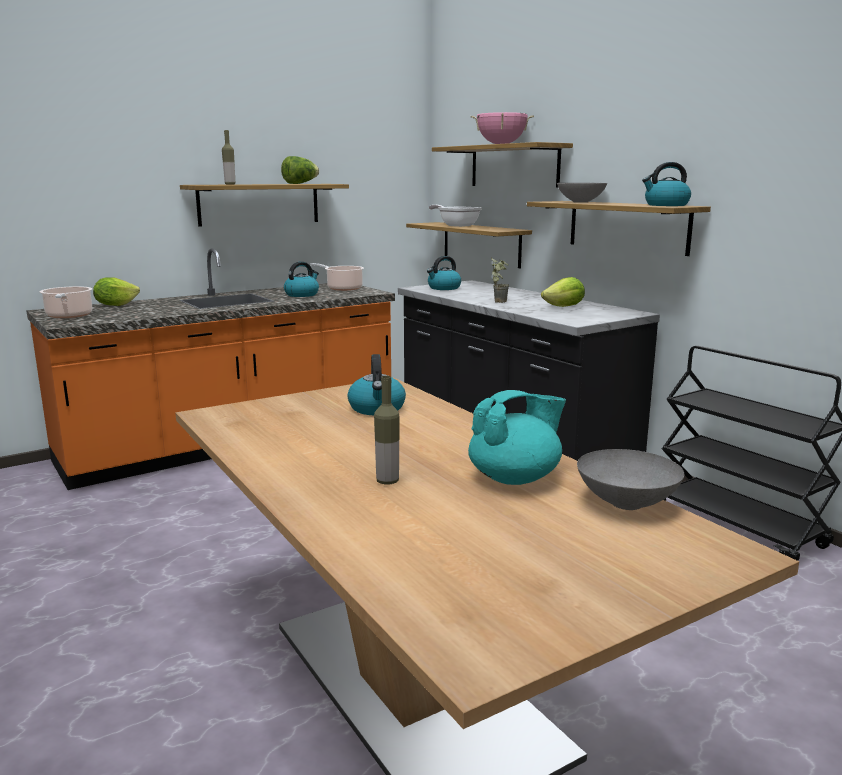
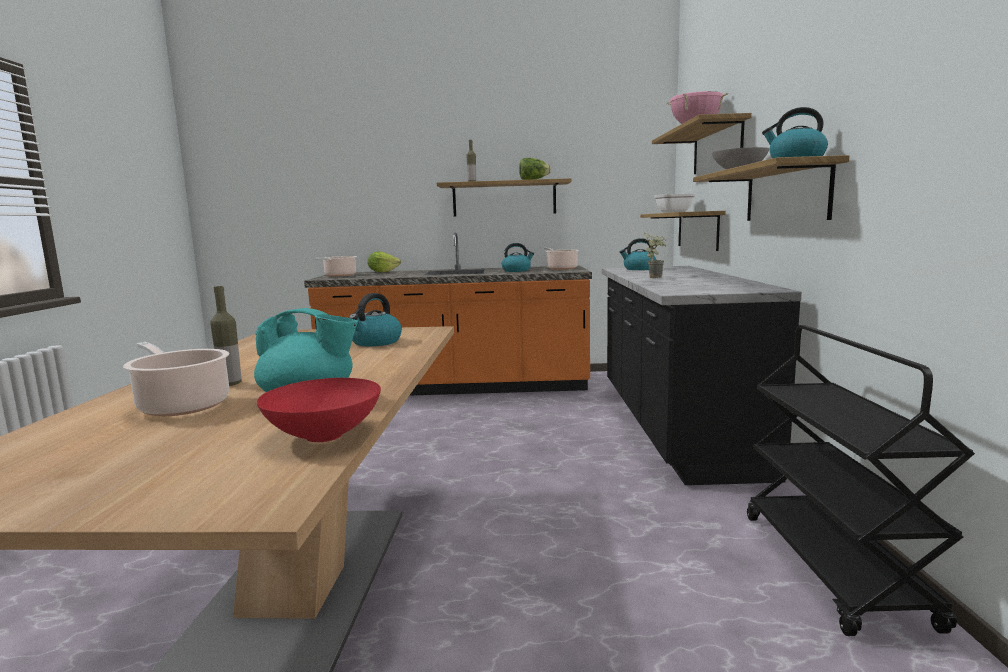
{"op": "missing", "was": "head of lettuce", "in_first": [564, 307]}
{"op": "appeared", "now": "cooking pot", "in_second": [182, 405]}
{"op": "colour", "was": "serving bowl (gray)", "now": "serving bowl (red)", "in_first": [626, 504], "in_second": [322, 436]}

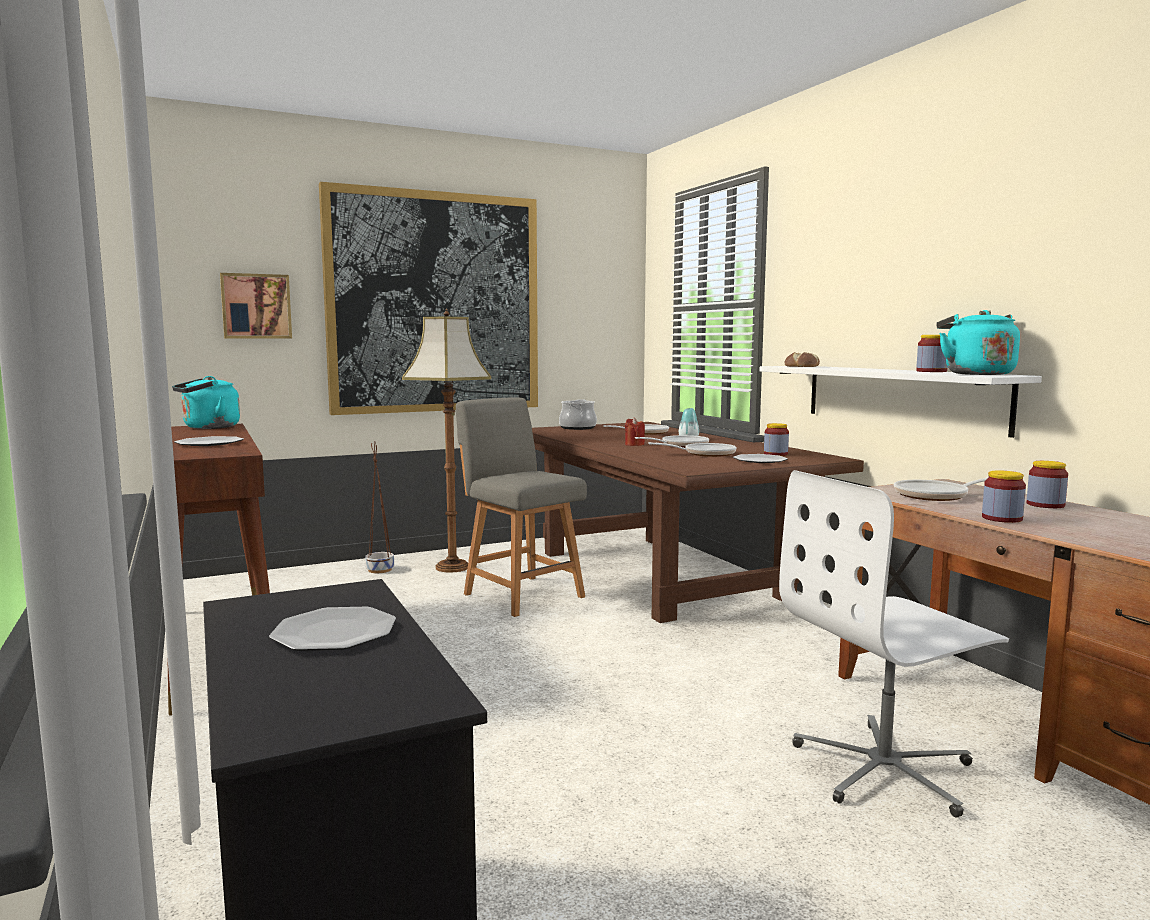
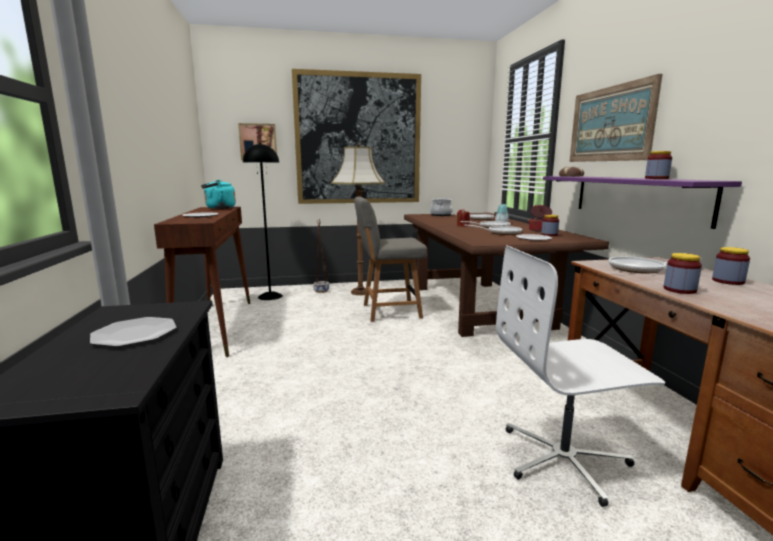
{"op": "missing", "was": "kettle (blue-green)", "in_first": [975, 374]}
{"op": "appeared", "now": "floor lamp (black-coloured)", "in_second": [270, 296]}
{"op": "appeared", "now": "cooking pot", "in_second": [539, 230]}
{"op": "appeared", "now": "wall art", "in_second": [610, 124]}
{"op": "colour", "was": "bracket shelf (whitish)", "now": "bracket shelf (purple)", "in_first": [900, 396], "in_second": [636, 197]}
{"op": "spun", "was": "chair (gray)", "in_first": [521, 594], "in_second": [389, 311], "clockwise": -75}

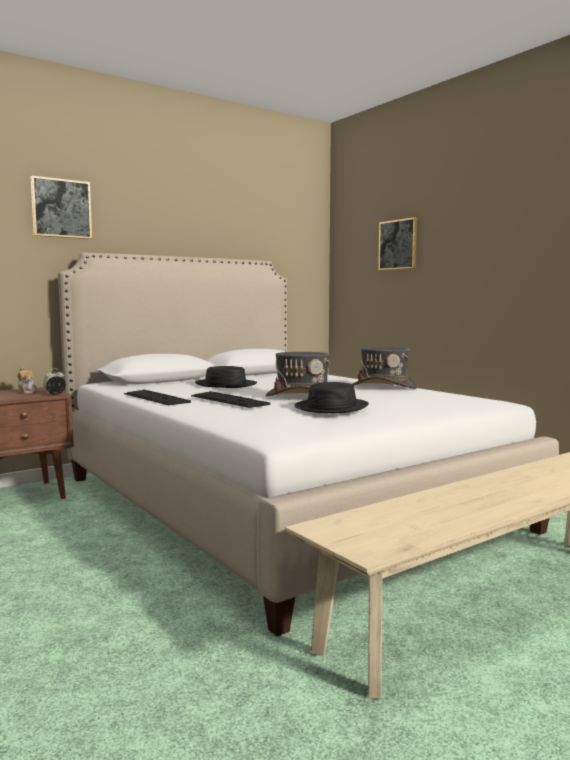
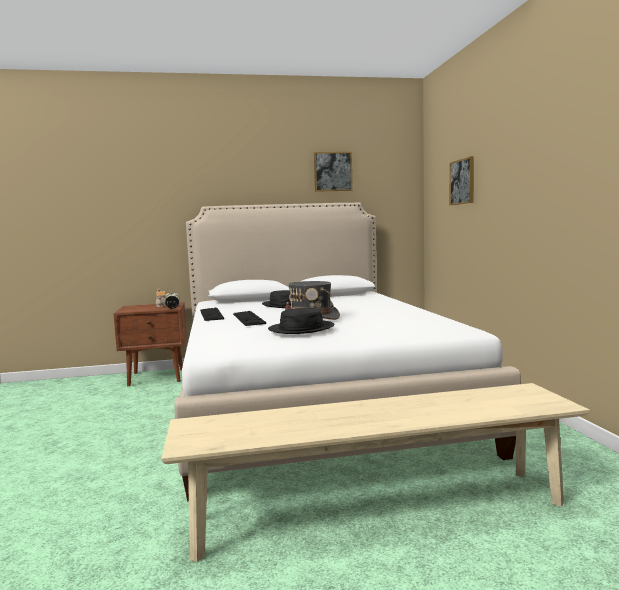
{"op": "missing", "was": "clothing hat (gray)", "in_first": [384, 386]}
{"op": "relocated", "was": "wall art", "in_first": [61, 208], "in_second": [333, 171]}

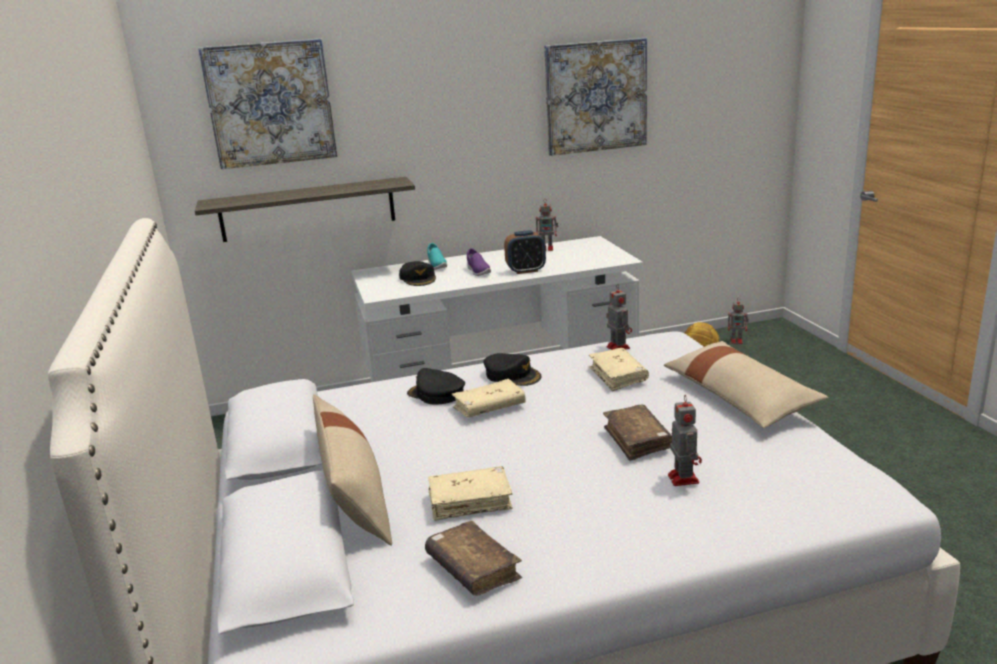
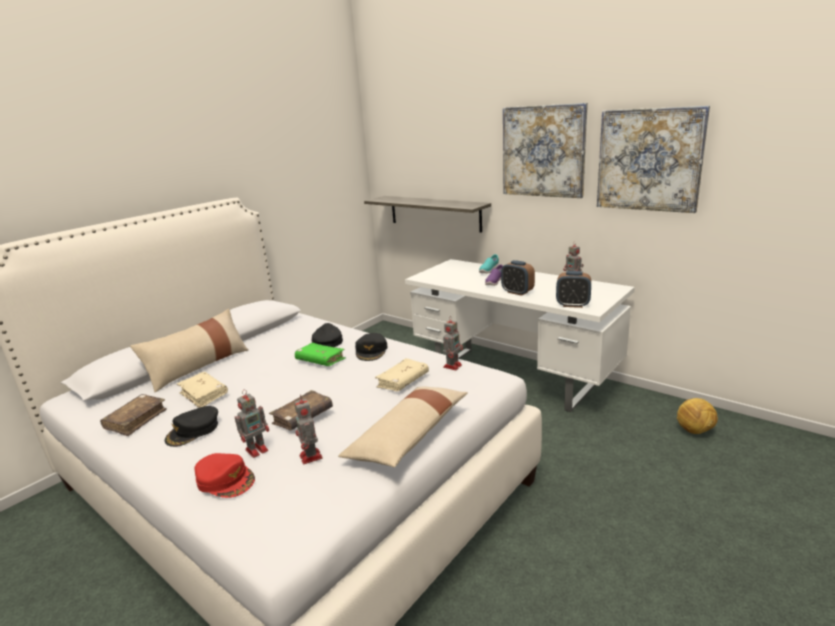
{"op": "appeared", "now": "cap (red)", "in_second": [226, 480]}
{"op": "appeared", "now": "bedside clock", "in_second": [572, 305]}
{"op": "relocated", "was": "wall art", "in_first": [270, 103], "in_second": [543, 151]}
{"op": "relocated", "was": "cap (black-coloured)", "in_first": [418, 278], "in_second": [193, 431]}
{"op": "relocated", "was": "robot figure", "in_first": [737, 341], "in_second": [311, 457]}
{"op": "colour", "was": "volume (sand-coloured)", "now": "volume (green)", "in_first": [489, 408], "in_second": [320, 360]}

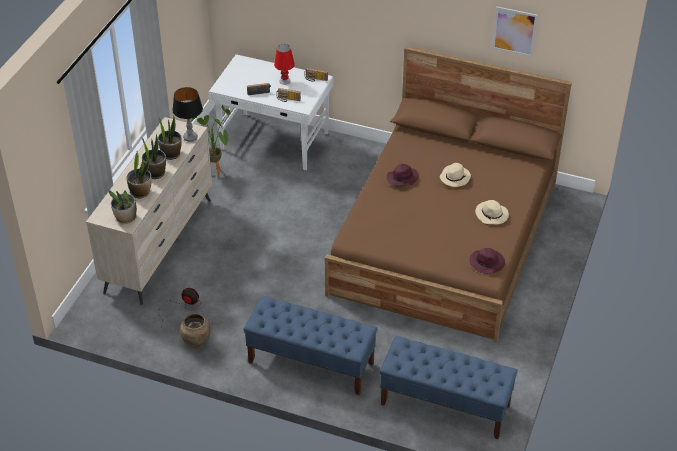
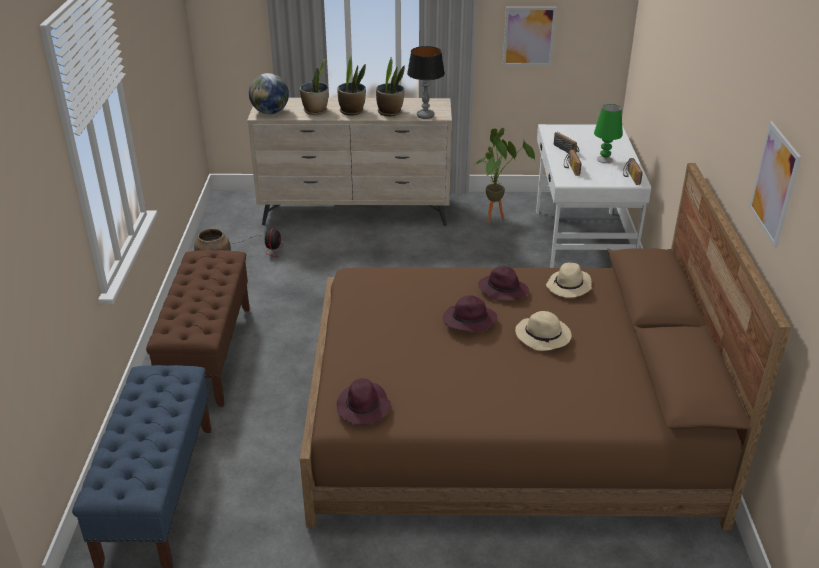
{"op": "appeared", "now": "clothing hat (purple)", "in_second": [468, 321]}
{"op": "appeared", "now": "wall art", "in_second": [529, 36]}
{"op": "relocated", "was": "clothing hat (sand-coloured)", "in_first": [492, 215], "in_second": [569, 287]}
{"op": "exchanged", "was": "potted plant", "now": "world globe", "in_first": [126, 218], "in_second": [270, 112]}
{"op": "colour", "was": "bench (blue)", "now": "bench (brownish)", "in_first": [310, 363], "in_second": [208, 353]}
{"op": "colour", "was": "tabletop lamp (red)", "now": "tabletop lamp (green)", "in_first": [284, 81], "in_second": [604, 159]}

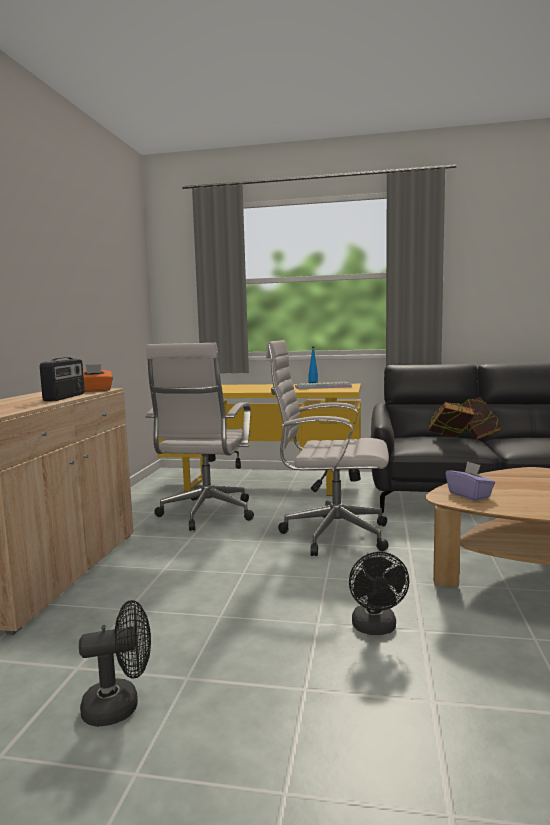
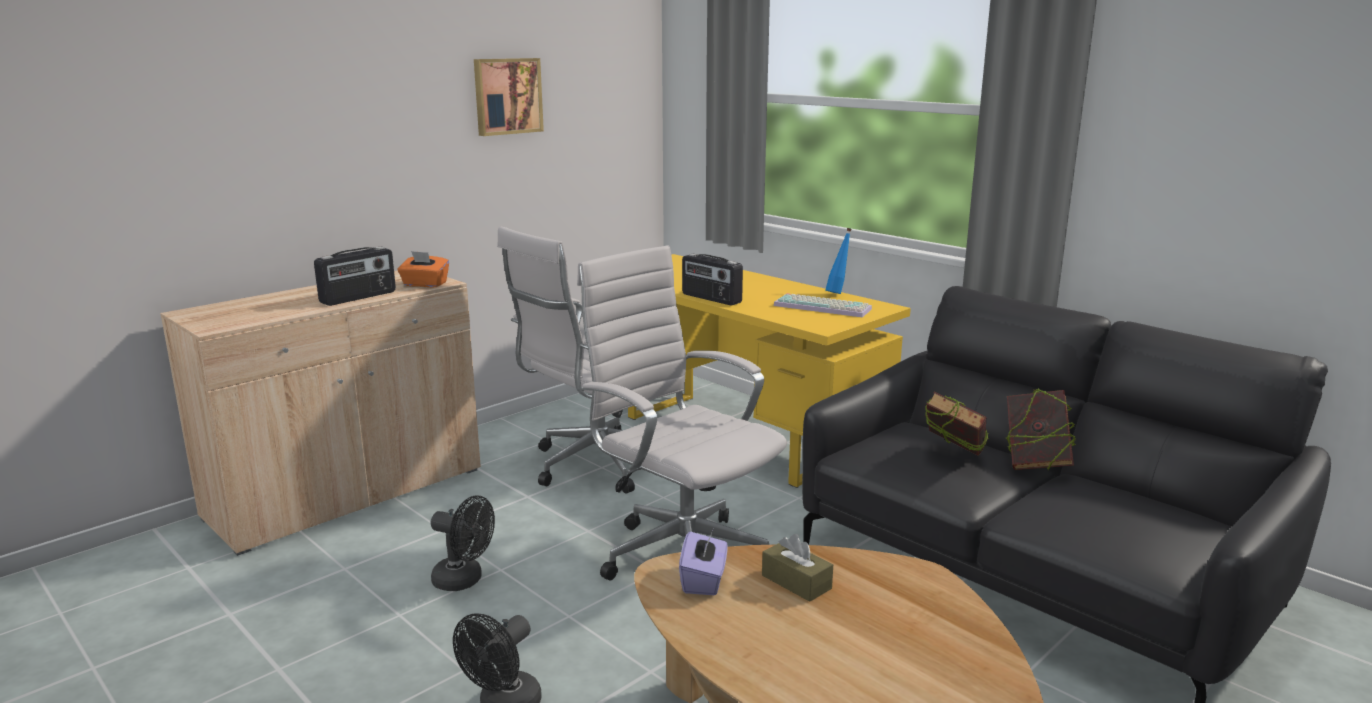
{"op": "appeared", "now": "wall art", "in_second": [507, 96]}
{"op": "appeared", "now": "radio", "in_second": [711, 298]}
{"op": "appeared", "now": "tissue box (brownish)", "in_second": [796, 582]}
{"op": "relocated", "was": "cooling fan (black-coloured)", "in_first": [120, 706], "in_second": [464, 580]}

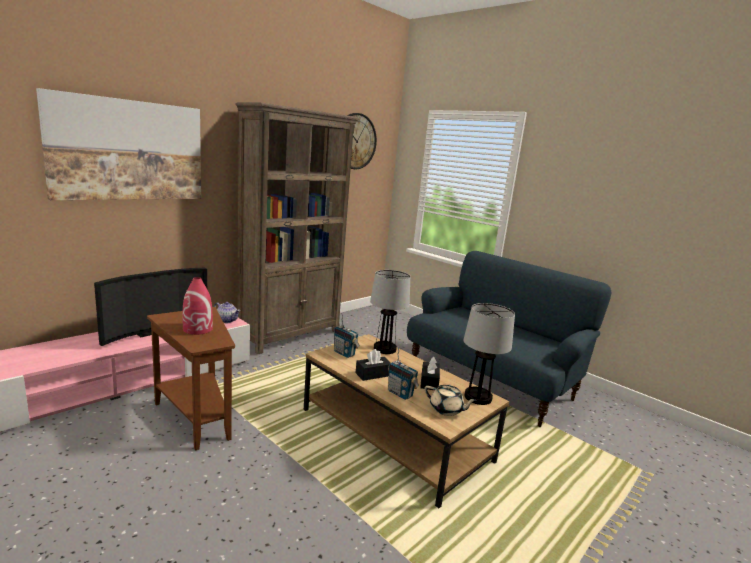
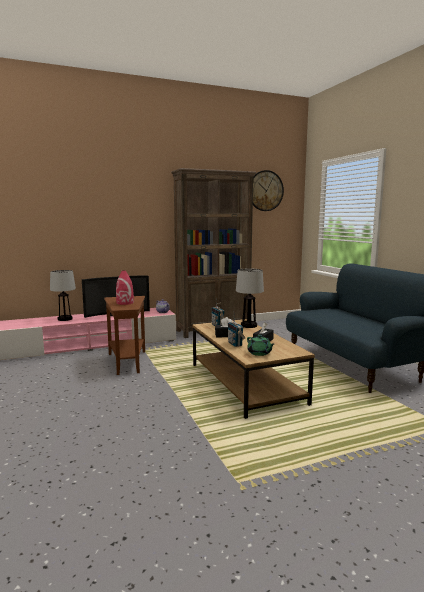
{"op": "missing", "was": "wall art", "in_first": [128, 150]}
{"op": "relocated", "was": "tabletop lamp", "in_first": [477, 397], "in_second": [65, 319]}
{"op": "colour", "was": "pot for tea (sand-coloured)", "now": "pot for tea (green)", "in_first": [446, 410], "in_second": [259, 353]}

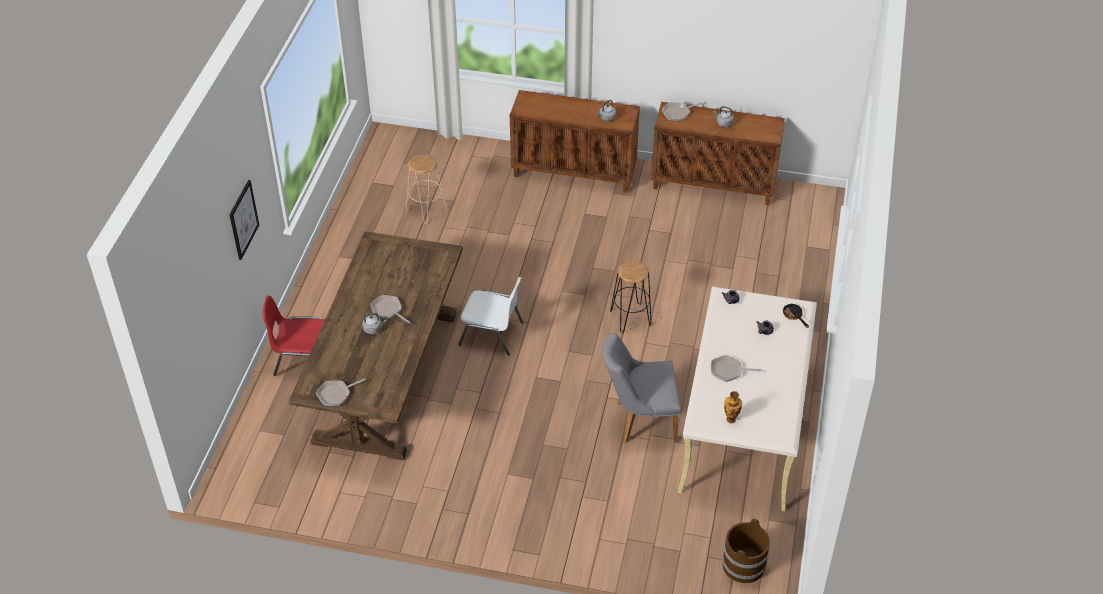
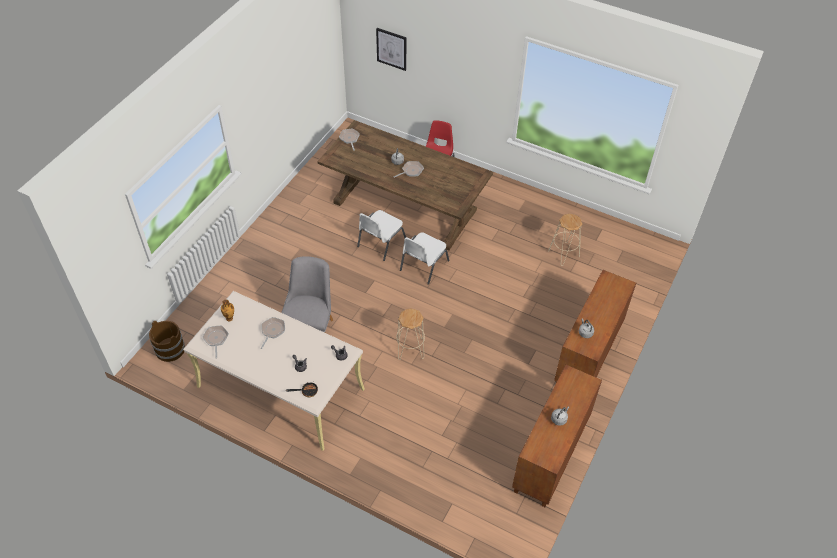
{"op": "appeared", "now": "chair (whitish)", "in_second": [380, 243]}
{"op": "relocated", "was": "wall art", "in_first": [243, 219], "in_second": [391, 49]}
{"op": "relocated", "was": "pan", "in_first": [678, 113], "in_second": [216, 339]}
{"op": "colour", "was": "stool seat (black-coloured)", "now": "stool seat (sand-coloured)", "in_first": [631, 318], "in_second": [410, 349]}

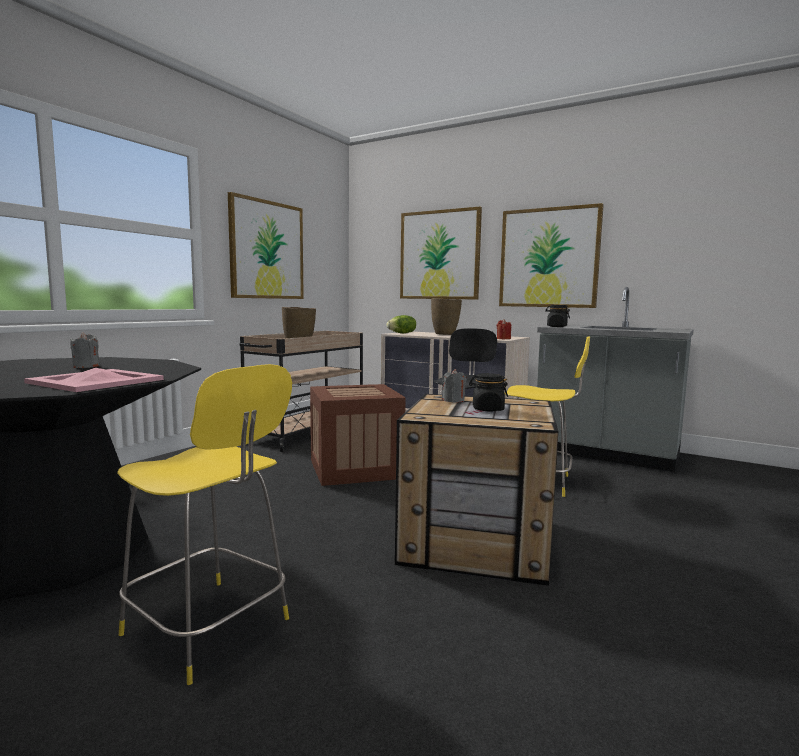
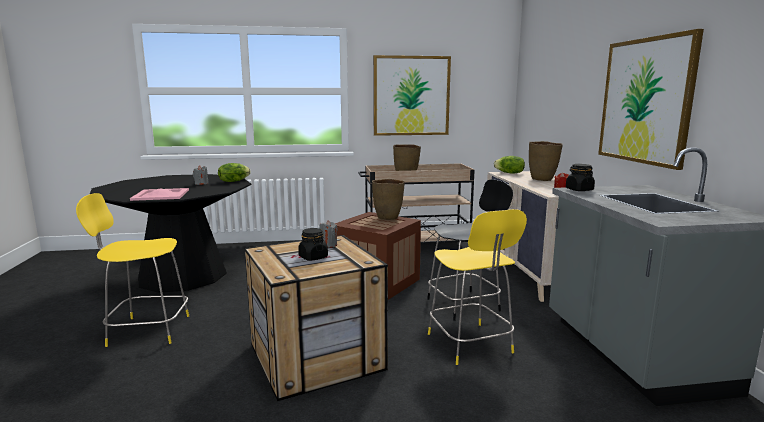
{"op": "missing", "was": "wall art", "in_first": [439, 255]}
{"op": "appeared", "now": "head of lettuce", "in_second": [233, 181]}
{"op": "appeared", "now": "vase (brownish)", "in_second": [387, 218]}
{"op": "spun", "was": "chair (yellow-coloured)", "in_first": [210, 629], "in_second": [146, 330], "clockwise": 90}

